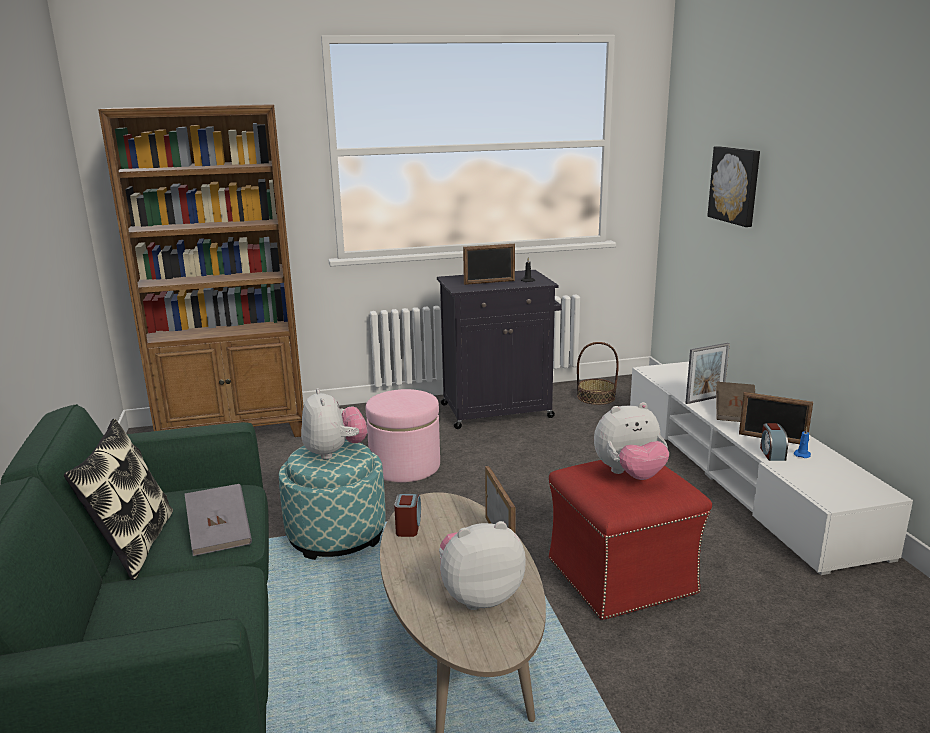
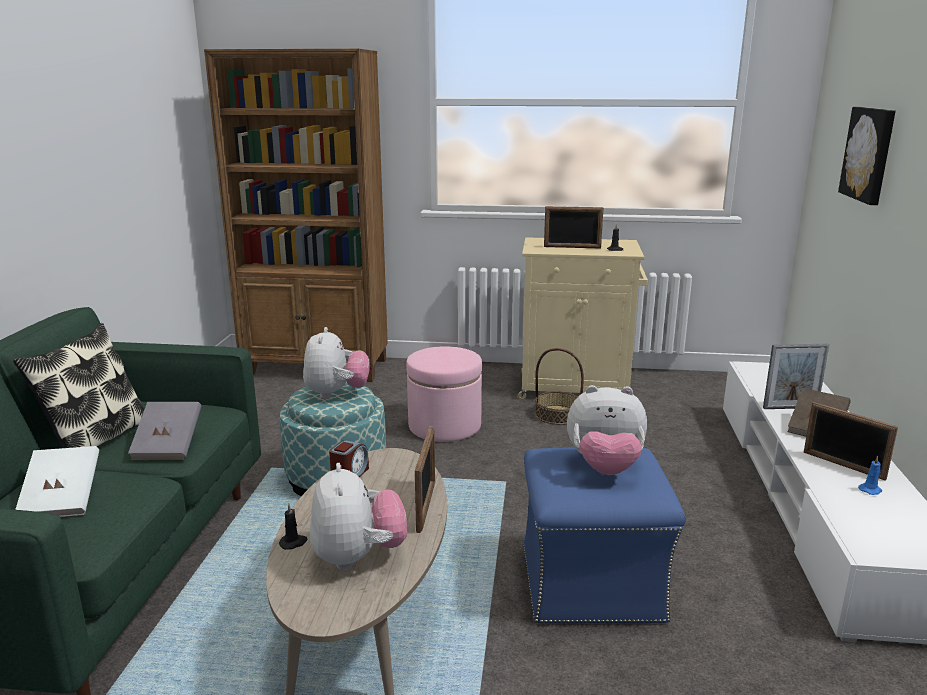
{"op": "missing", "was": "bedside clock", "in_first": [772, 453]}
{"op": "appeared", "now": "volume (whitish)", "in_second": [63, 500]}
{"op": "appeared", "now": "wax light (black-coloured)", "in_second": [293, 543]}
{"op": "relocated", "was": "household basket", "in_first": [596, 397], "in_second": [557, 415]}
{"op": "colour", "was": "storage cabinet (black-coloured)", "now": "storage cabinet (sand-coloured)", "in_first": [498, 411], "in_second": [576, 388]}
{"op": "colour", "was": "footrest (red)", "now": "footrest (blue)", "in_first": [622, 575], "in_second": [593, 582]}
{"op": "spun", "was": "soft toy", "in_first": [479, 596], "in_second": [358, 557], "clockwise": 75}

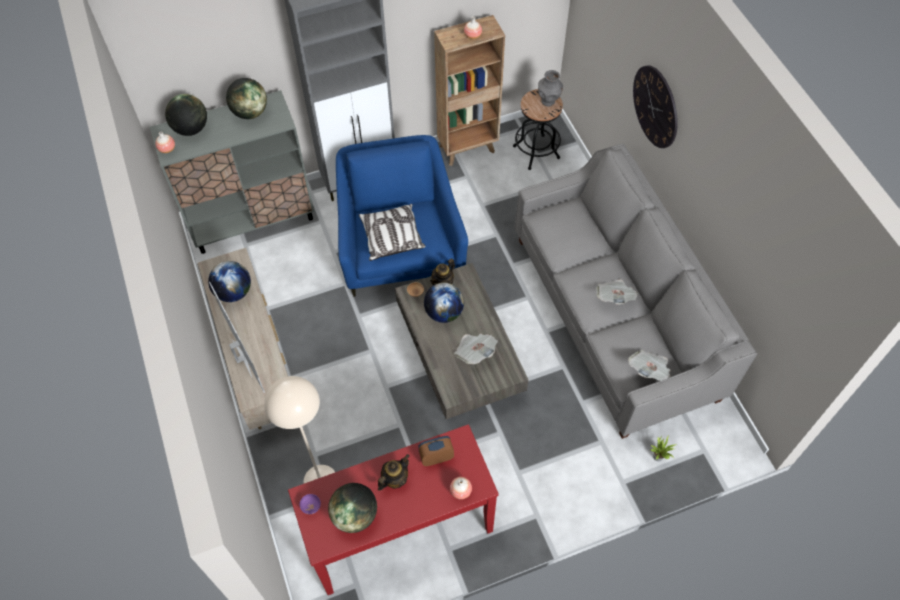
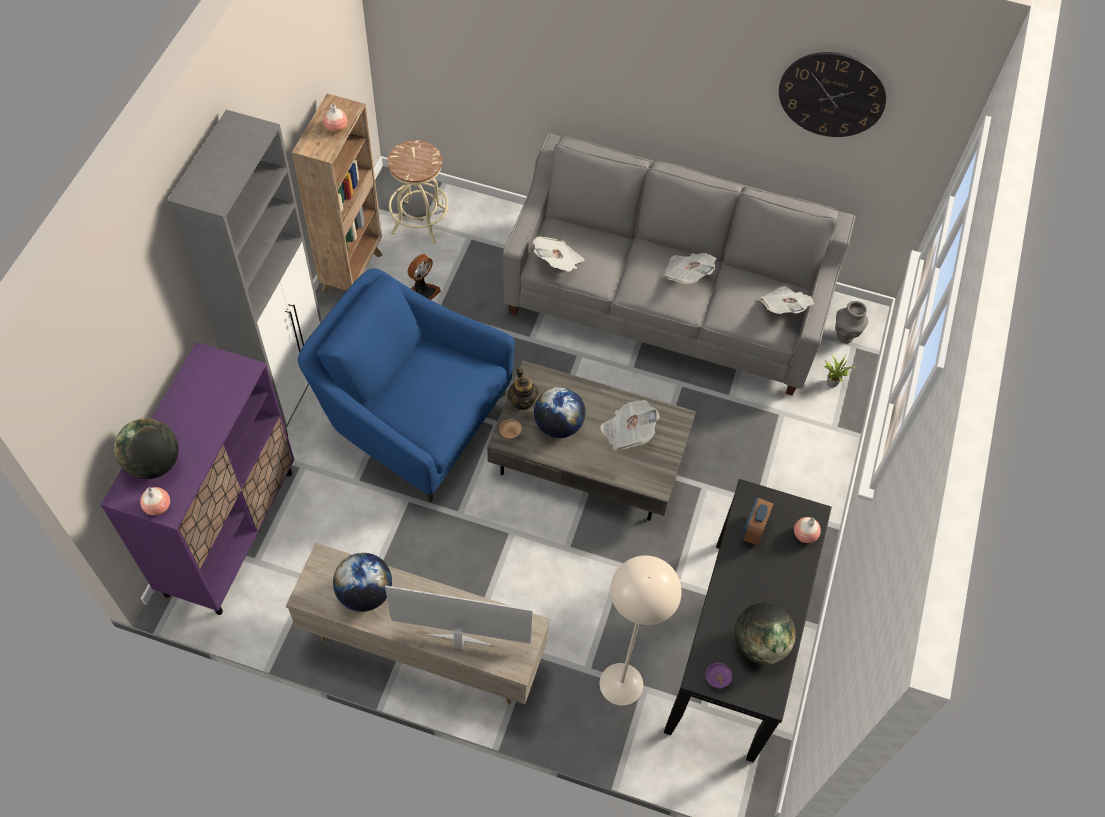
{"op": "missing", "was": "world globe", "in_first": [250, 112]}
{"op": "missing", "was": "cushion", "in_first": [391, 237]}
{"op": "missing", "was": "pot for tea", "in_first": [394, 479]}
{"op": "appeared", "now": "cooling fan", "in_second": [423, 292]}
{"op": "appeared", "now": "printed paper", "in_second": [558, 262]}
{"op": "relocated", "was": "vase (gray)", "in_first": [548, 101], "in_second": [845, 335]}
{"op": "relocated", "was": "wall clock", "in_first": [655, 106], "in_second": [832, 94]}
{"op": "colour", "was": "storage cabinet (gray)", "now": "storage cabinet (purple)", "in_first": [253, 220], "in_second": [230, 531]}
{"op": "colour", "was": "narrow table (red)", "now": "narrow table (black-coloured)", "in_first": [400, 530], "in_second": [735, 647]}
{"op": "colour", "was": "stool seat (black-coloured)", "now": "stool seat (sand-coloured)", "in_first": [536, 152], "in_second": [419, 221]}

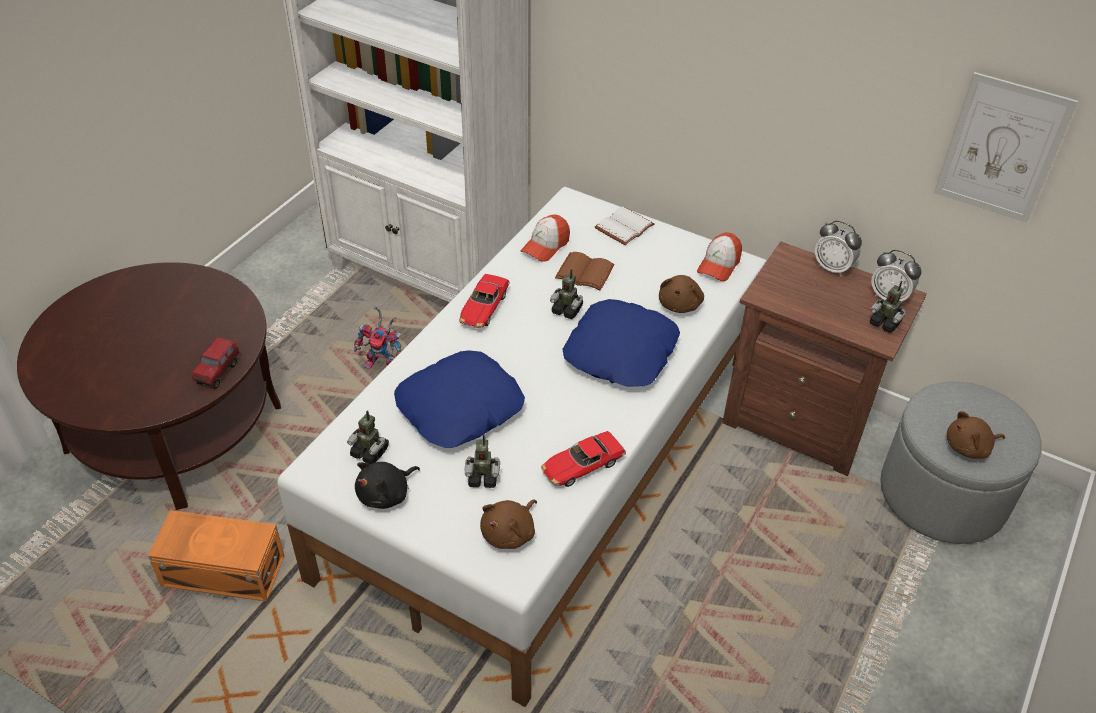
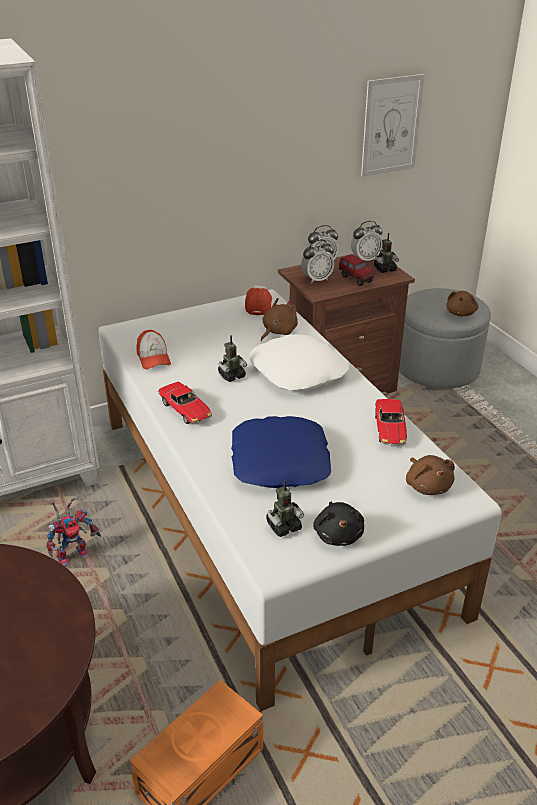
{"op": "missing", "was": "robot figure", "in_first": [483, 477]}
{"op": "missing", "was": "volume (brownish)", "in_first": [586, 272]}
{"op": "missing", "was": "volume (whitish)", "in_first": [623, 226]}
{"op": "appeared", "now": "bedside clock", "in_second": [317, 280]}
{"op": "relocated", "was": "toy truck", "in_first": [218, 373], "in_second": [356, 279]}
{"op": "colour", "was": "cushion (blue)", "now": "cushion (whitish)", "in_first": [621, 352], "in_second": [298, 371]}
{"op": "spun", "was": "soft toy (brownish)", "in_first": [680, 304], "in_second": [278, 332], "clockwise": -105}
{"op": "spun", "was": "cap", "in_first": [719, 265], "in_second": [258, 304], "clockwise": -150}

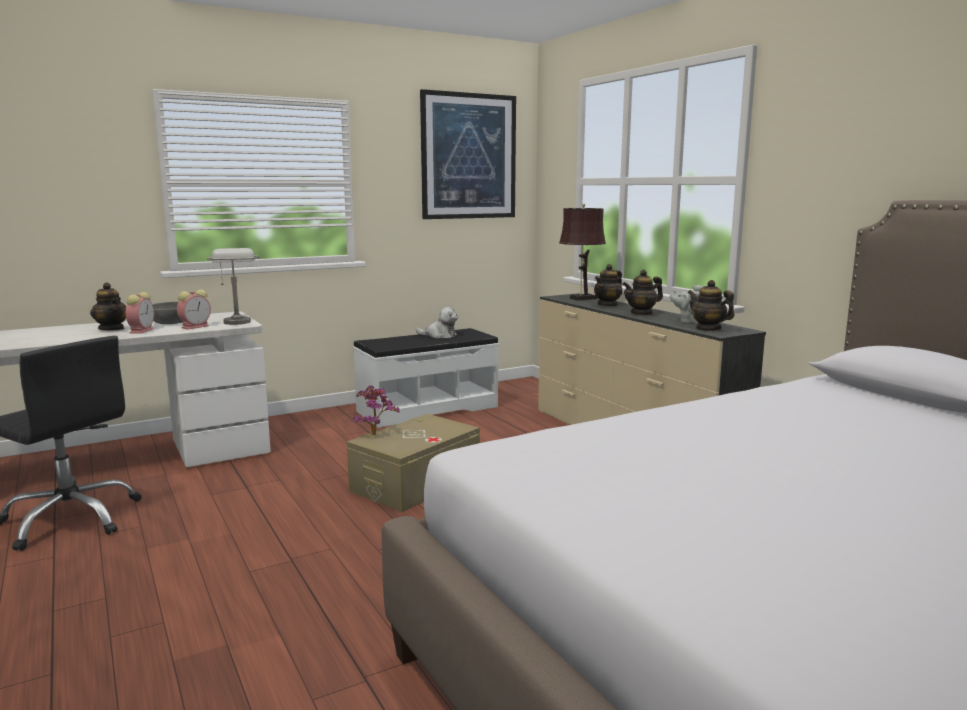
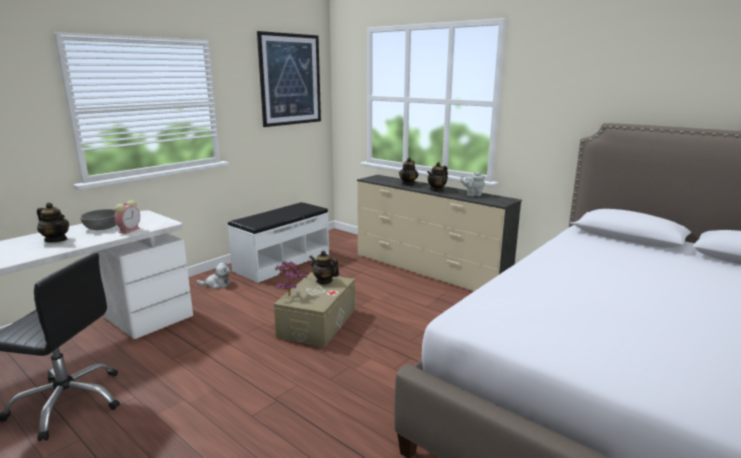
{"op": "missing", "was": "bedside clock", "in_first": [141, 330]}
{"op": "missing", "was": "tabletop lamp (gray)", "in_first": [236, 320]}
{"op": "missing", "was": "tabletop lamp (brownish)", "in_first": [580, 298]}
{"op": "relocated", "was": "soft toy", "in_first": [439, 335], "in_second": [216, 284]}
{"op": "relocated", "was": "pot for tea", "in_first": [708, 329], "in_second": [324, 281]}

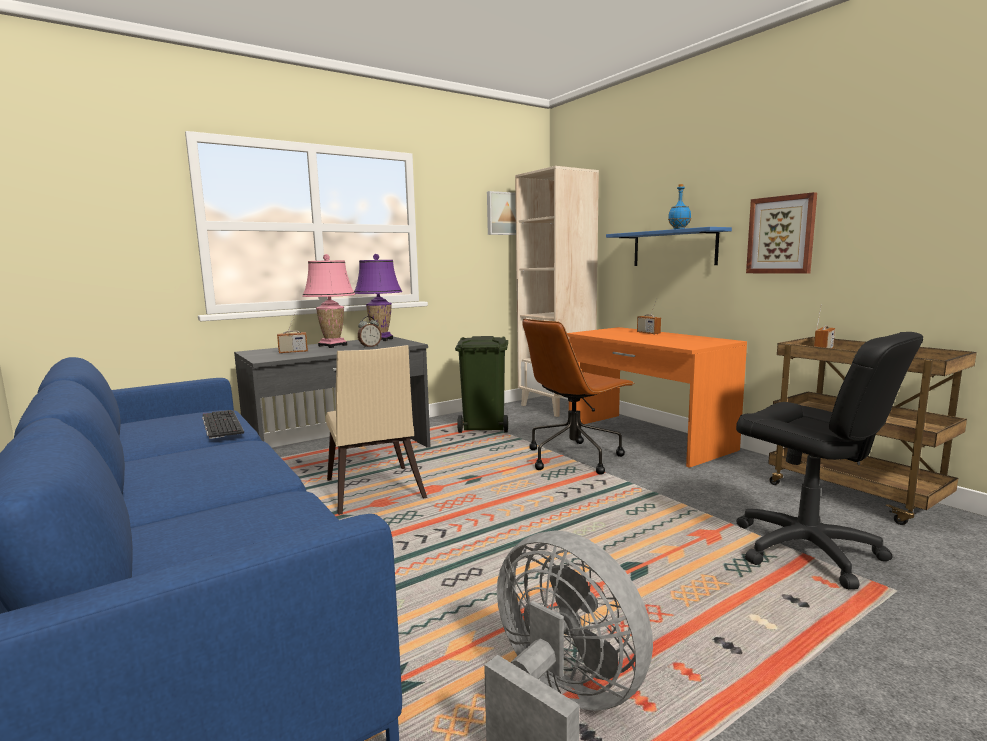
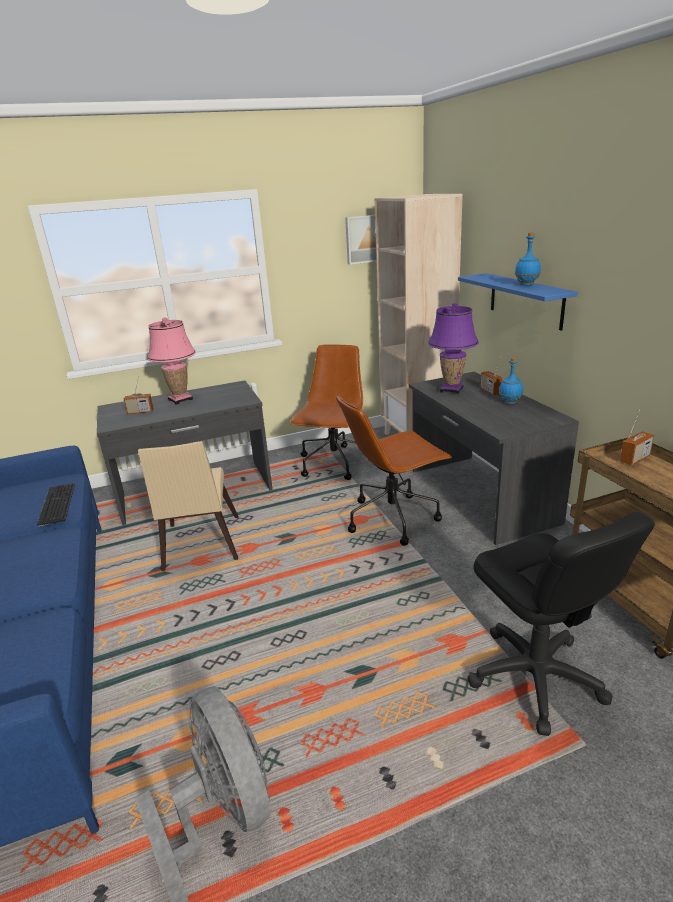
{"op": "missing", "was": "bedside clock", "in_first": [370, 346]}
{"op": "missing", "was": "wall art", "in_first": [781, 235]}
{"op": "appeared", "now": "beverage bottle (blue)", "in_second": [510, 402]}
{"op": "relocated", "was": "tabletop lamp (purple)", "in_first": [381, 339], "in_second": [452, 389]}
{"op": "exchanged", "was": "rubbish bin (green)", "now": "computer chair (brownish)", "in_first": [485, 427], "in_second": [334, 464]}
{"op": "colour", "was": "desk unit (orange-coloured)", "now": "desk unit (gray)", "in_first": [646, 438], "in_second": [479, 495]}

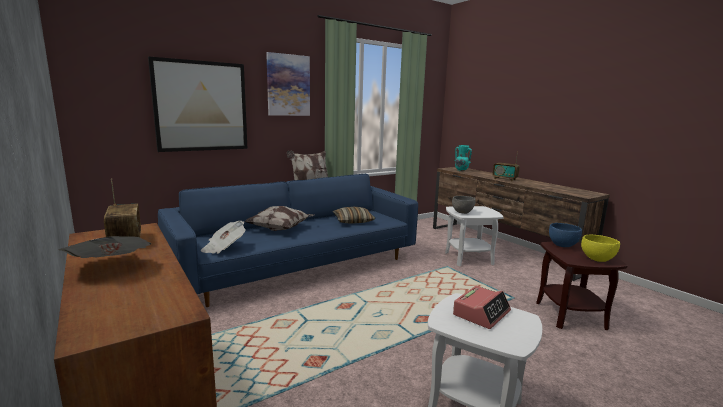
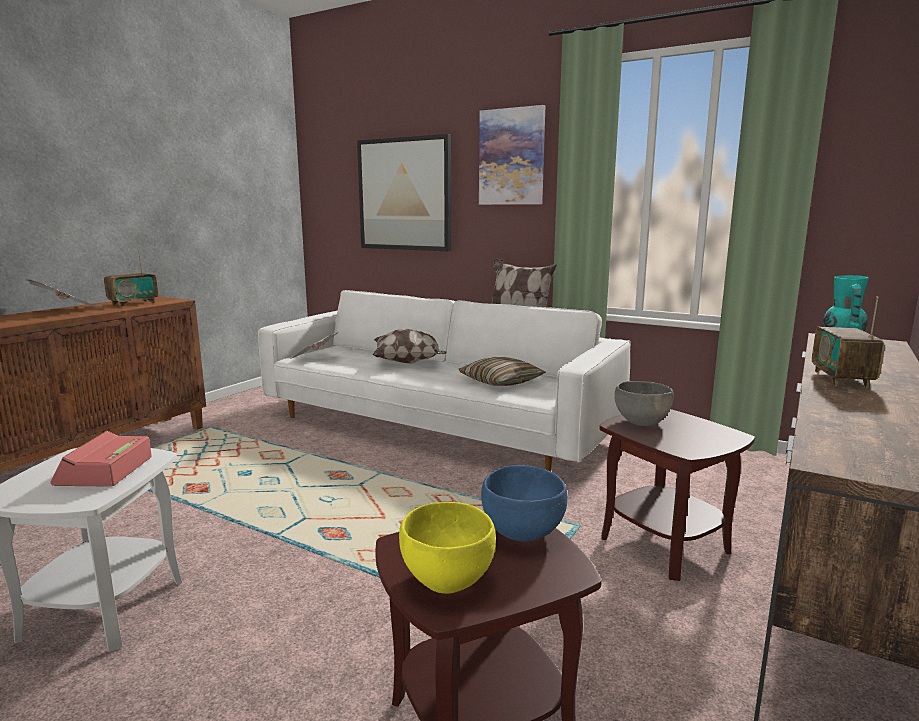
{"op": "colour", "was": "sofa (blue)", "now": "sofa (whitish)", "in_first": [298, 266], "in_second": [436, 426]}
{"op": "colour", "was": "side table (whitish)", "now": "side table (brownish)", "in_first": [468, 258], "in_second": [665, 544]}
{"op": "spun", "was": "bedside clock", "in_first": [481, 313], "in_second": [104, 471], "clockwise": 75}

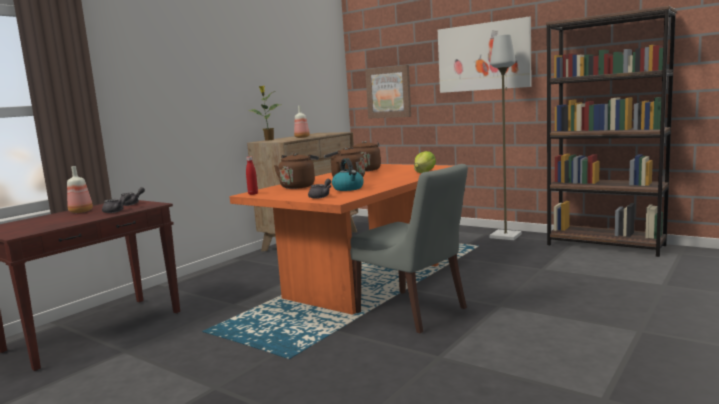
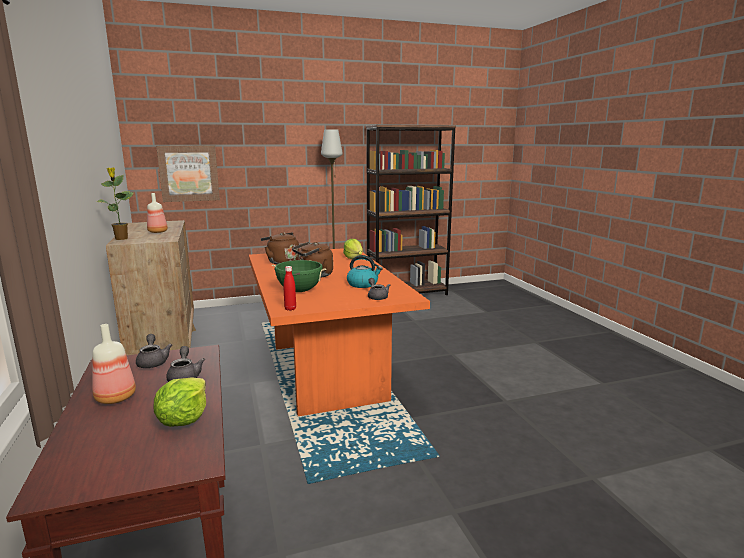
{"op": "missing", "was": "chair (gray)", "in_first": [413, 312]}
{"op": "missing", "was": "wall art", "in_first": [483, 57]}
{"op": "appeared", "now": "head of lettuce", "in_second": [184, 419]}
{"op": "exchanged", "was": "kettle (brownish)", "now": "cooking pot (green)", "in_first": [298, 186], "in_second": [299, 291]}

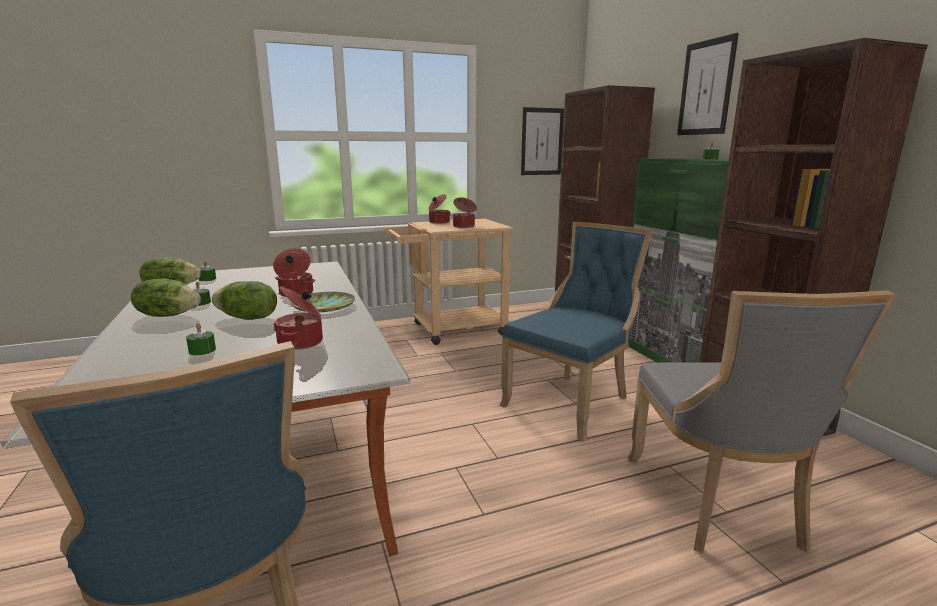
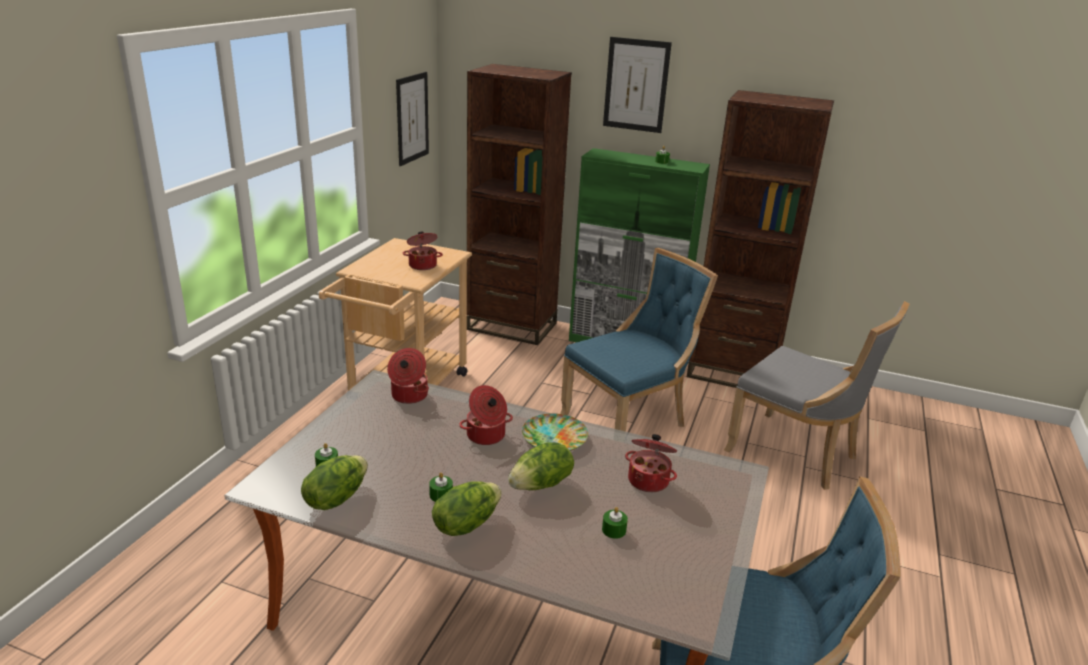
{"op": "relocated", "was": "cooking pot", "in_first": [438, 222], "in_second": [408, 396]}
{"op": "spun", "was": "chair (blue)", "in_first": [571, 402], "in_second": [629, 422], "clockwise": 60}

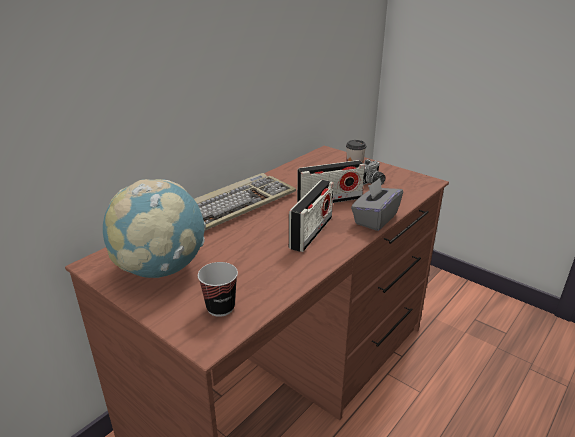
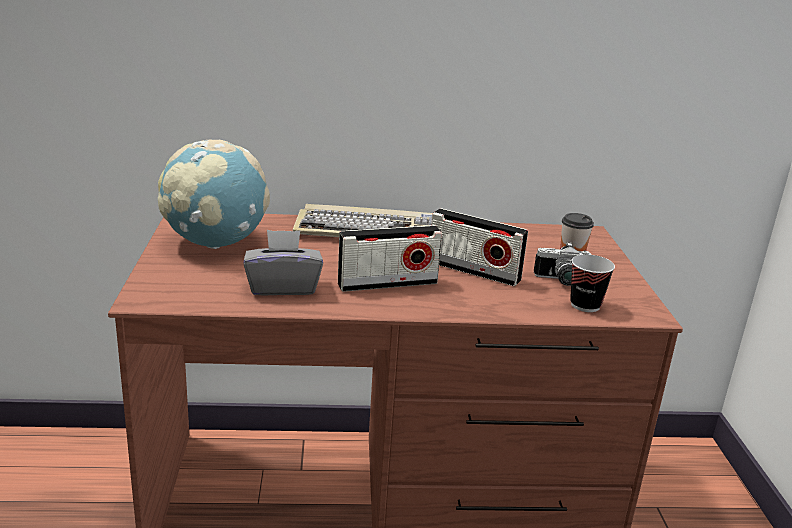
{"op": "relocated", "was": "cup", "in_first": [220, 307], "in_second": [585, 305]}
{"op": "relocated", "was": "tissue box (gray)", "in_first": [375, 219], "in_second": [283, 287]}

